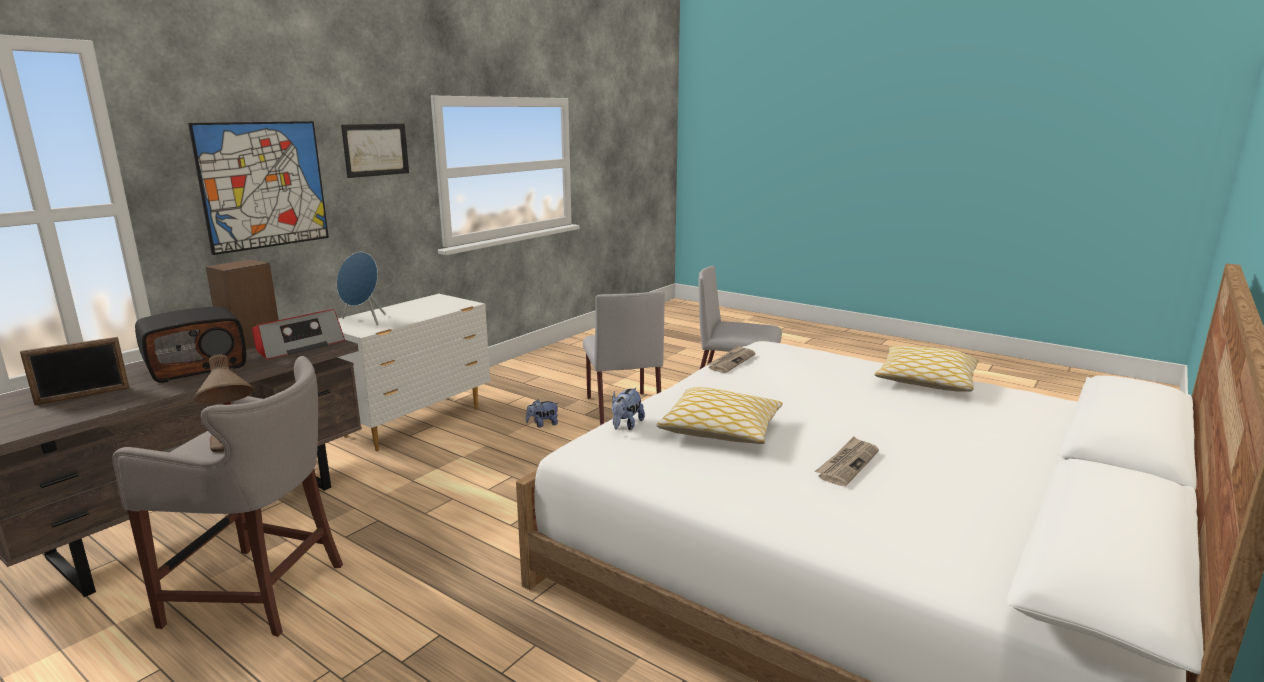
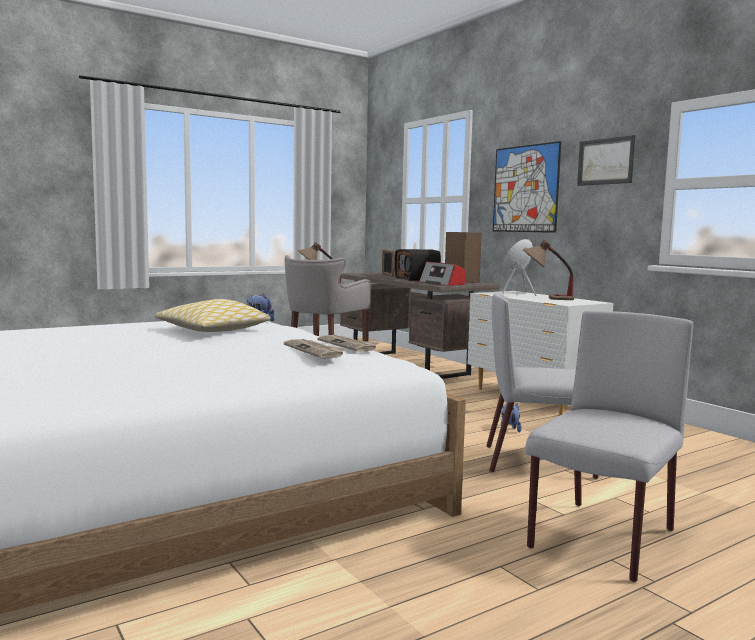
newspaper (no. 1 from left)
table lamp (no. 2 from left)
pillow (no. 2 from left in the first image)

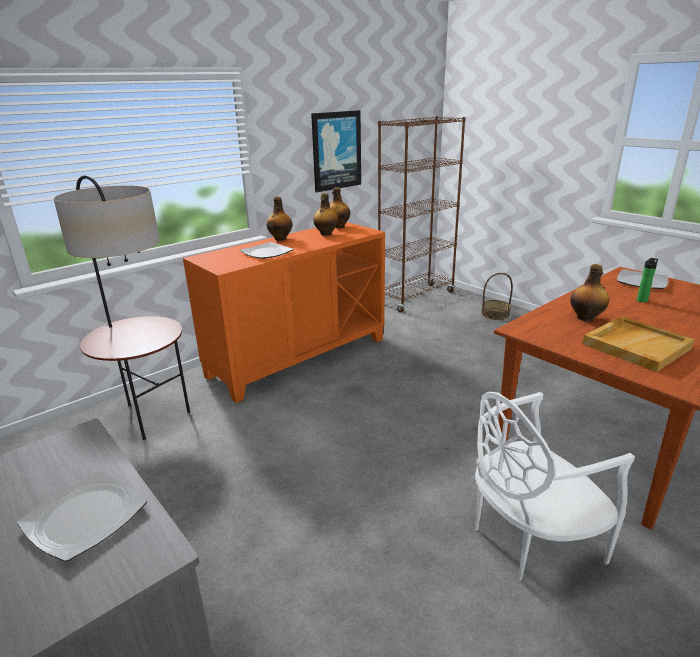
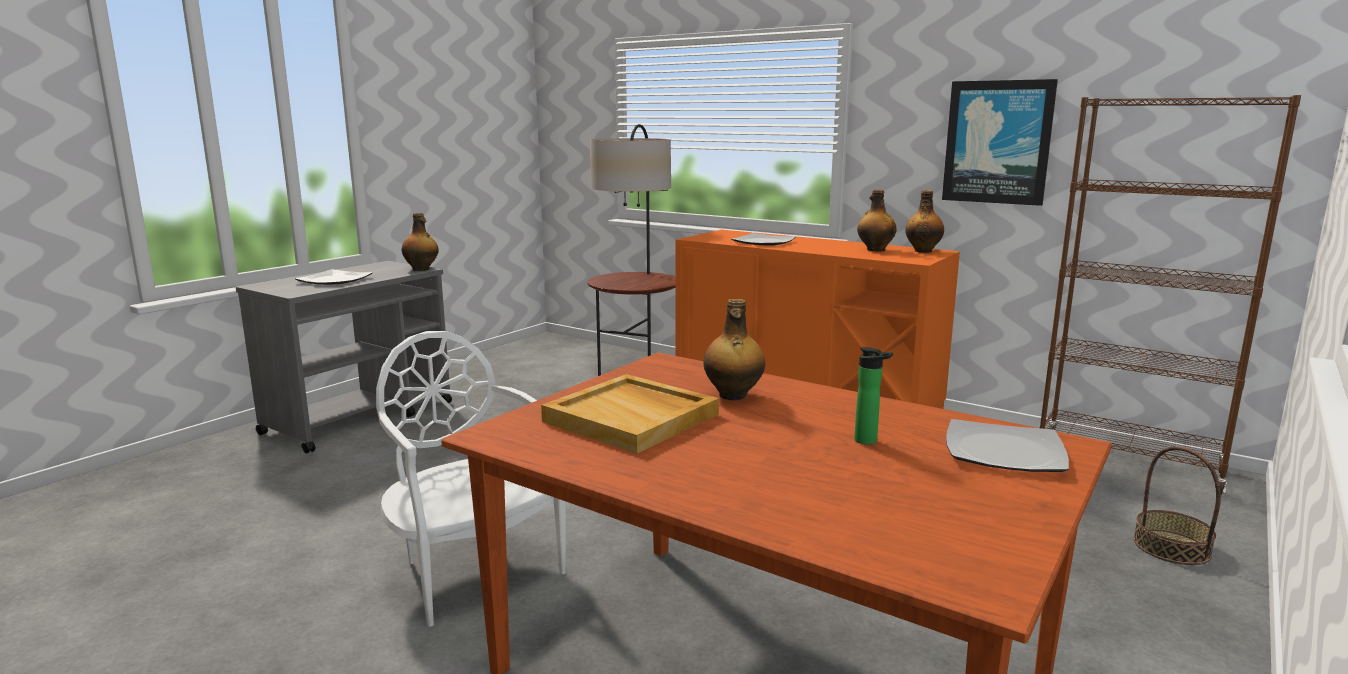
bottle (no. 1 from left)

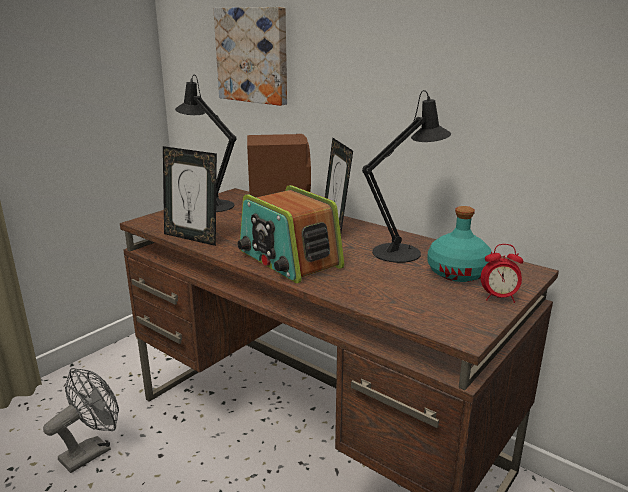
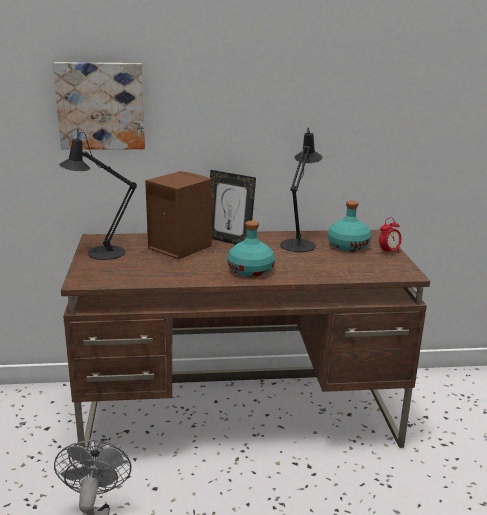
bottle (turquoise) (no. 1 from left)
picture frame (no. 1 from left in the first image)

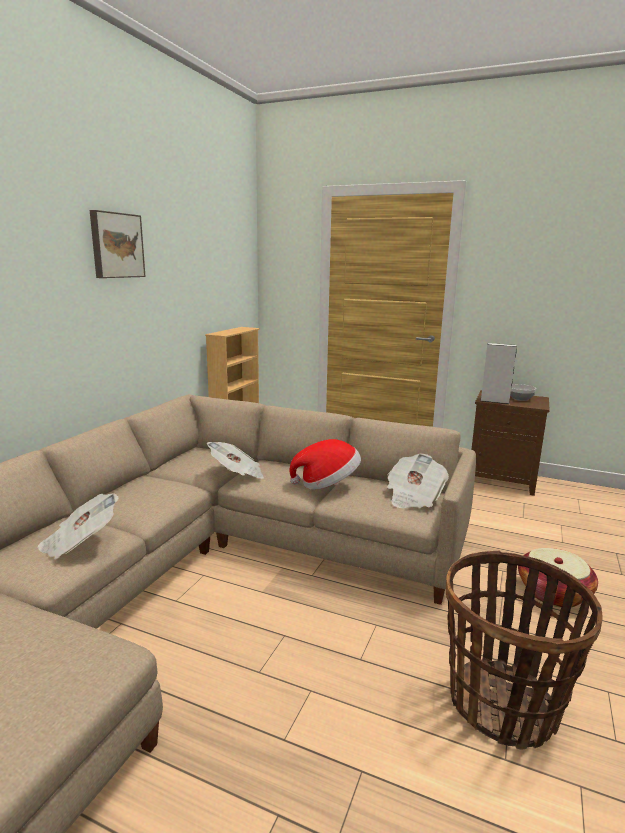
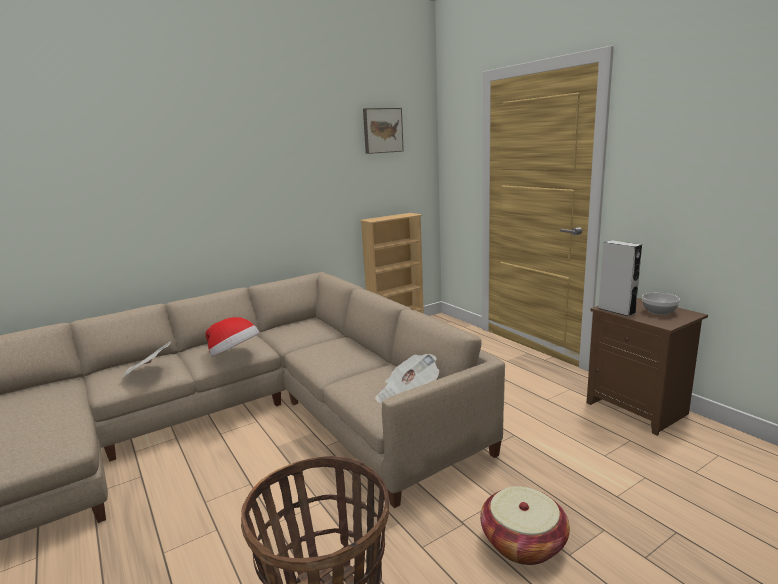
hat
picture
newspaper (no. 2 from left in the first image)

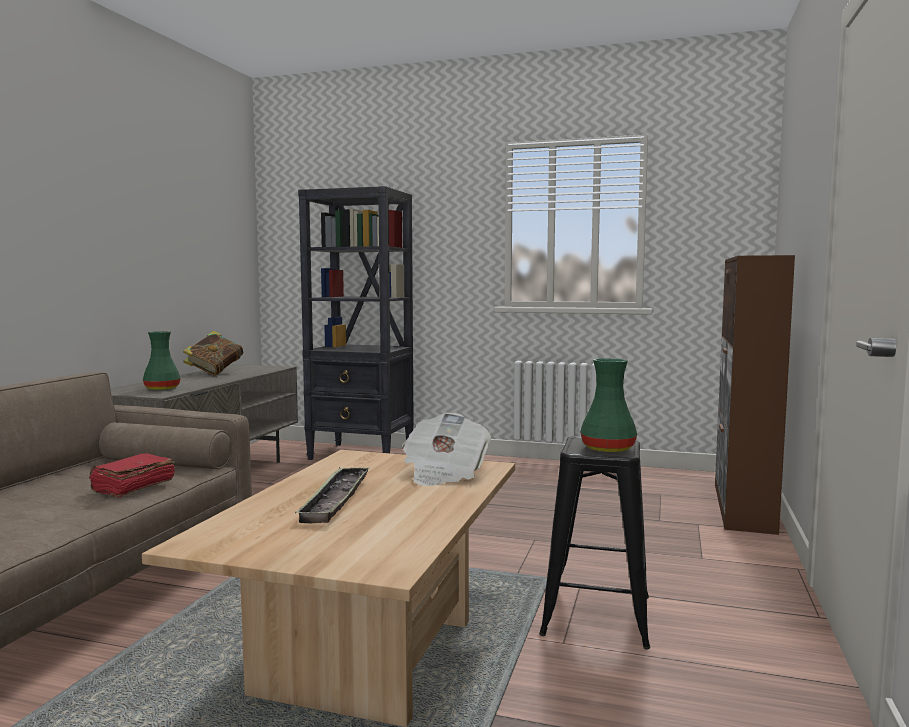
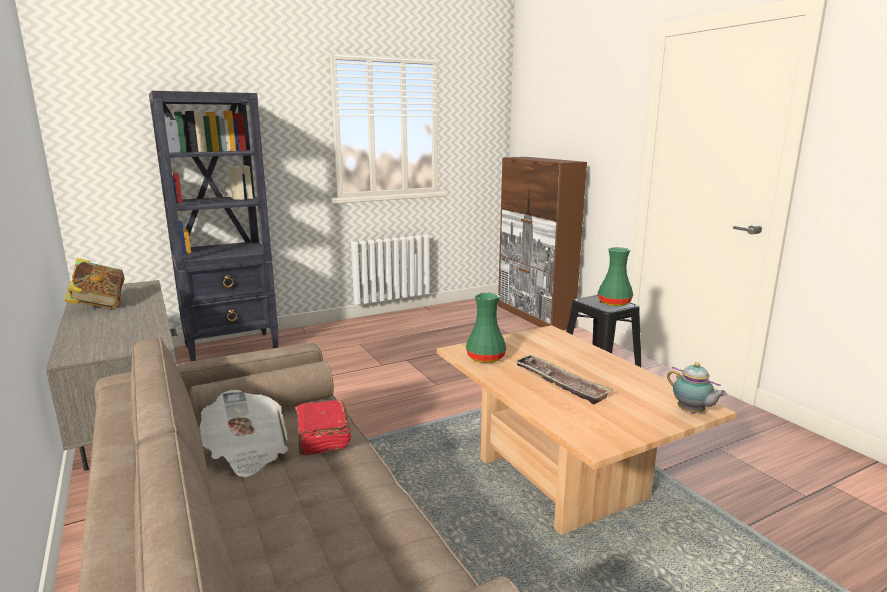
newspaper
vase (green) (no. 1 from left)
teapot

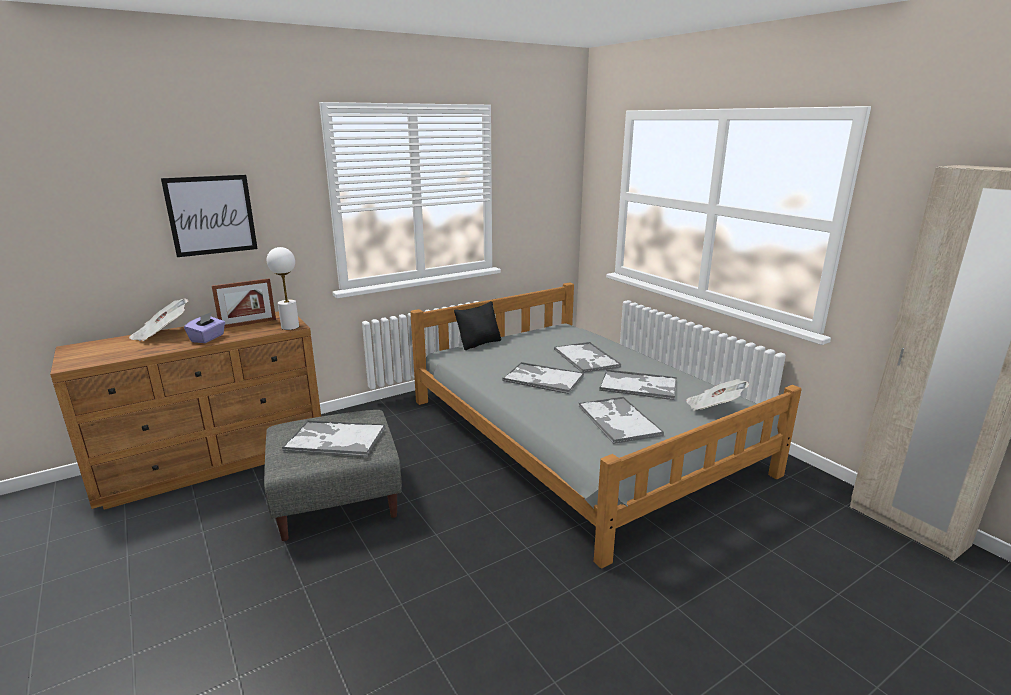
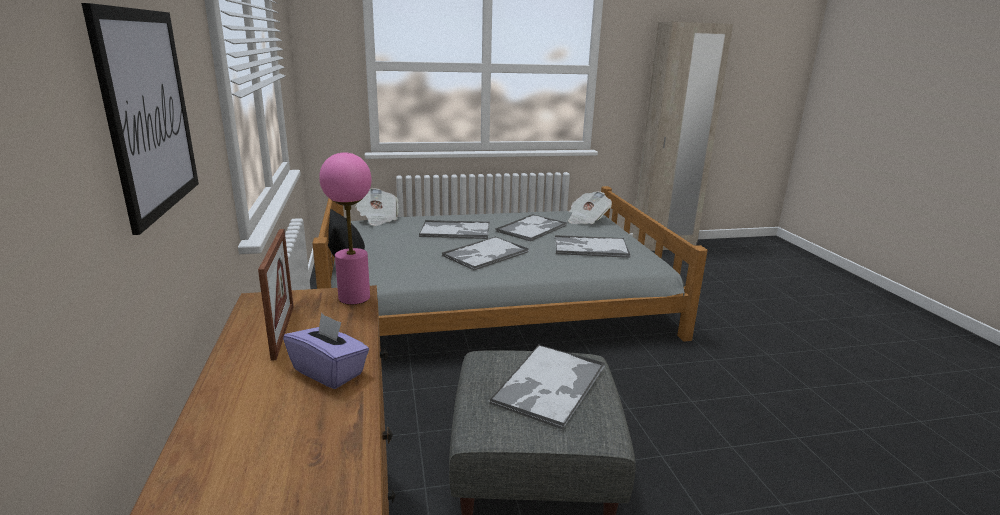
table lamp (pink)
newspaper (no. 1 from left)

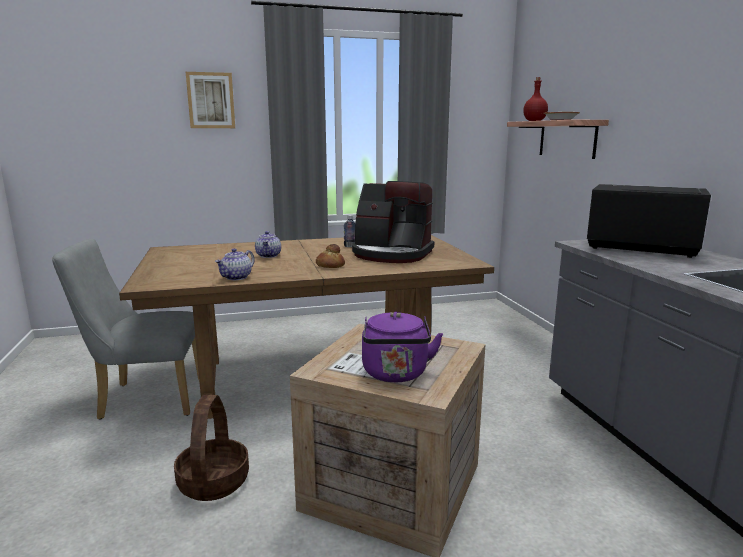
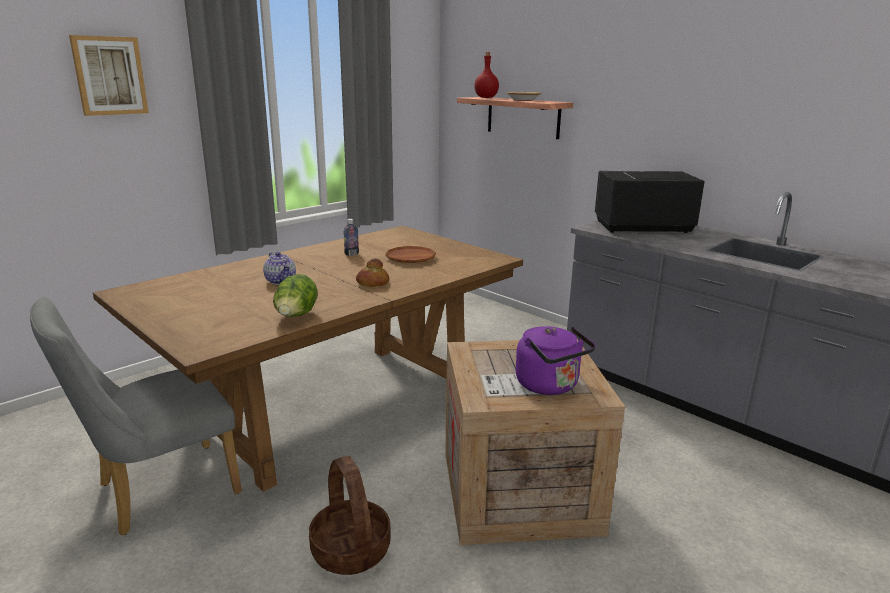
lettuce
plate (brown)

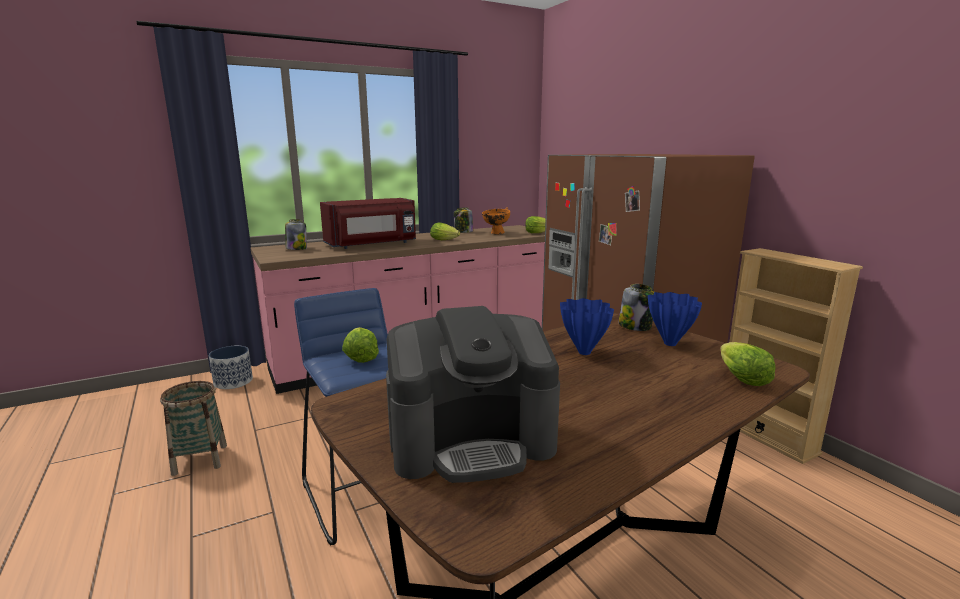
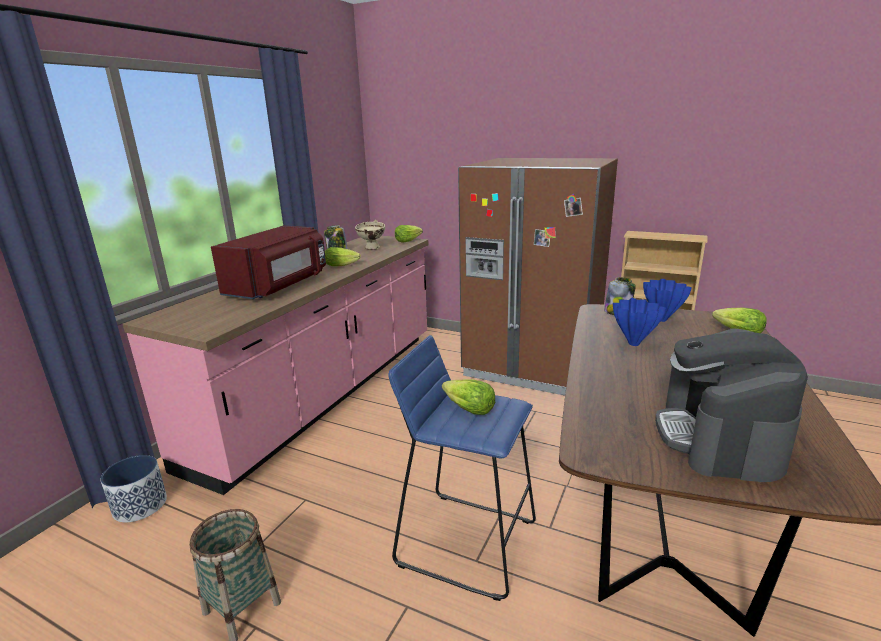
bowl (beige)
coffee machine
jar (no. 1 from left in the first image)

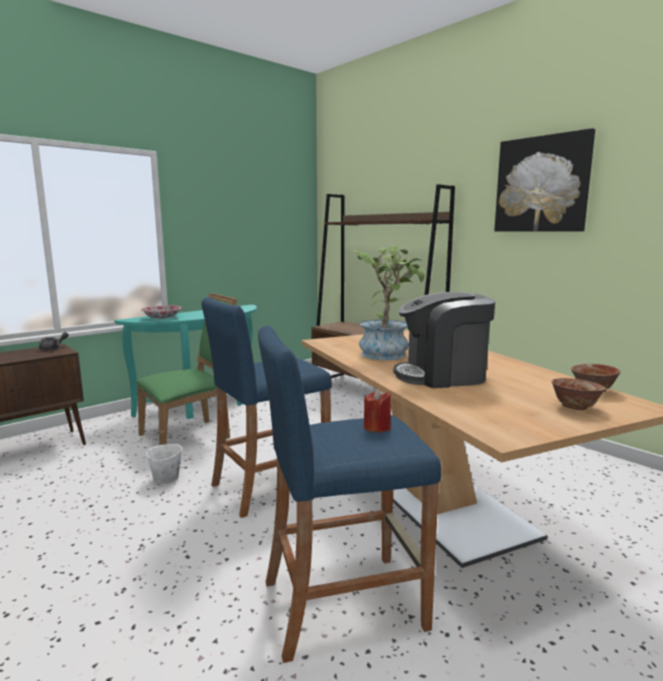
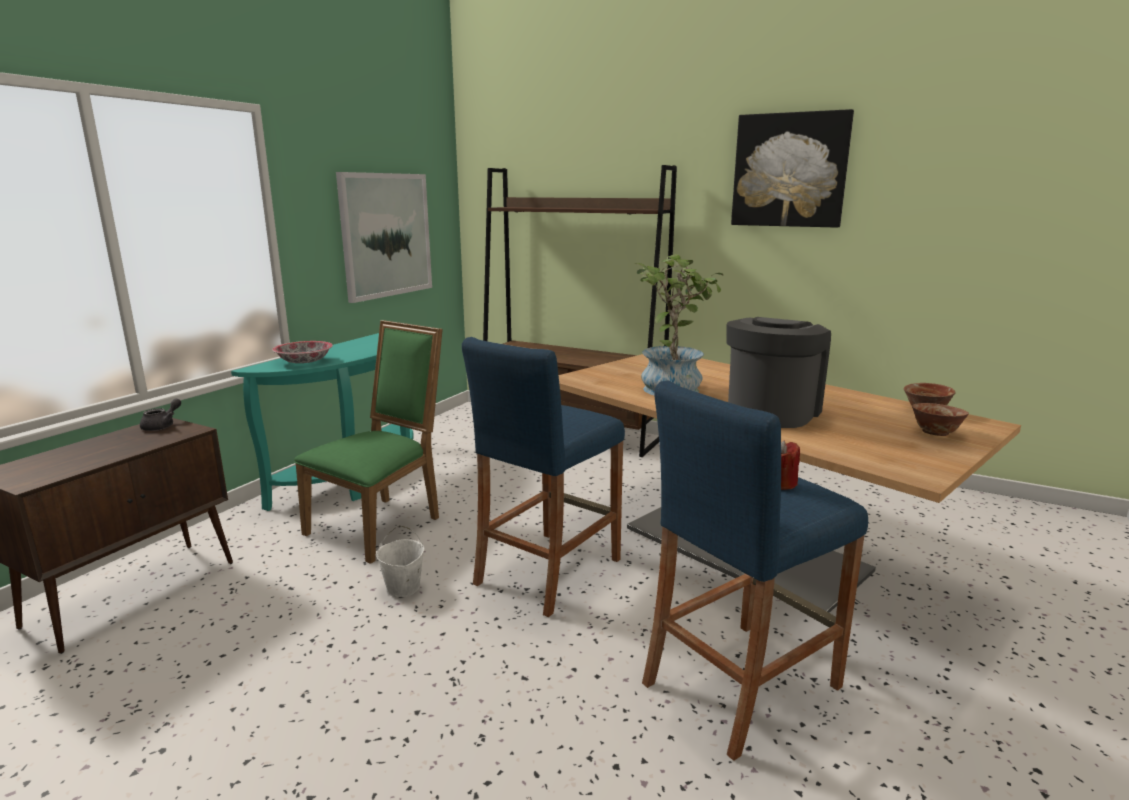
picture (no. 1 from left)
coffee machine

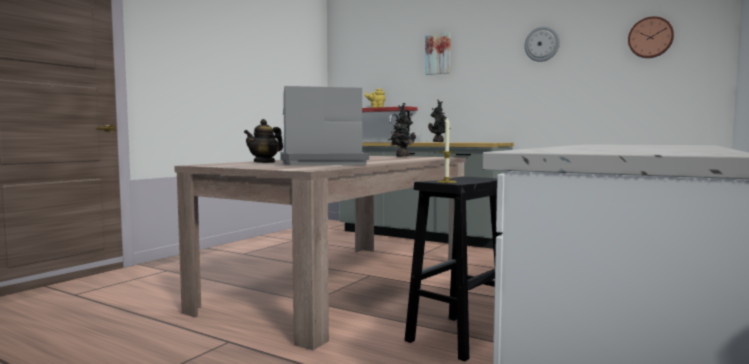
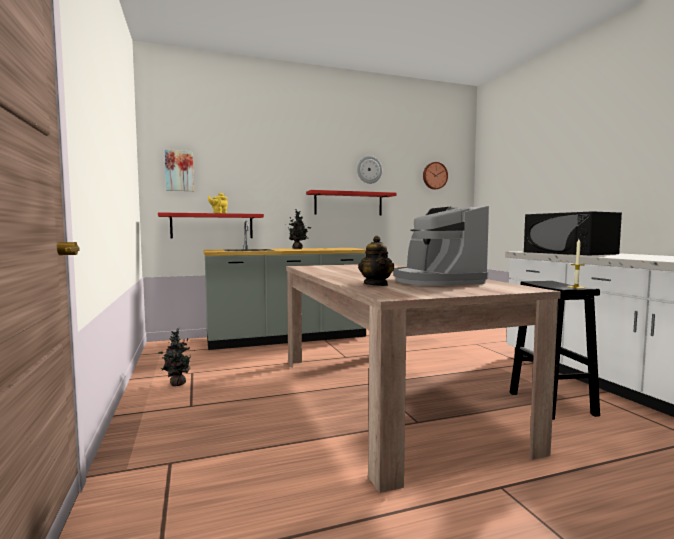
potted plant (no. 1 from left)
picture
shelf (red) (no. 2 from left)
coffee machine
microwave (black)

